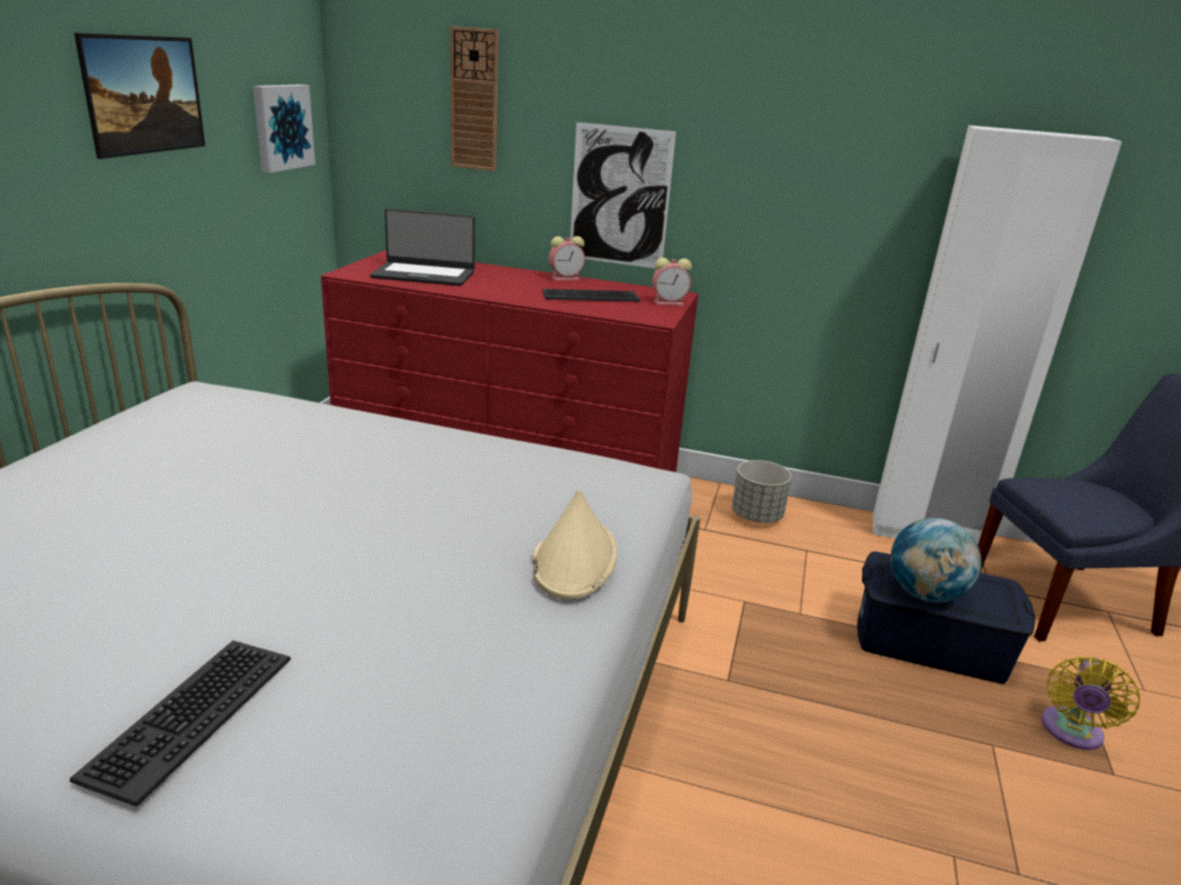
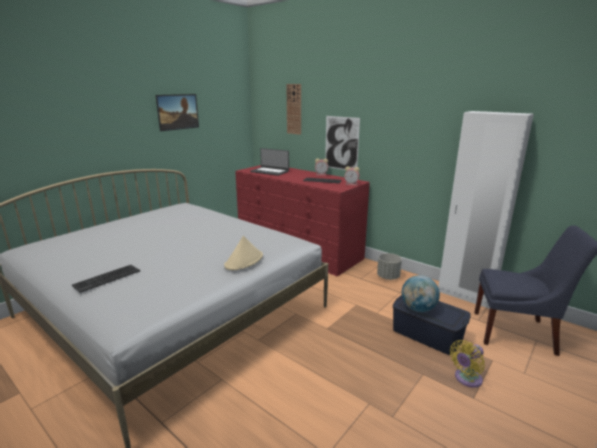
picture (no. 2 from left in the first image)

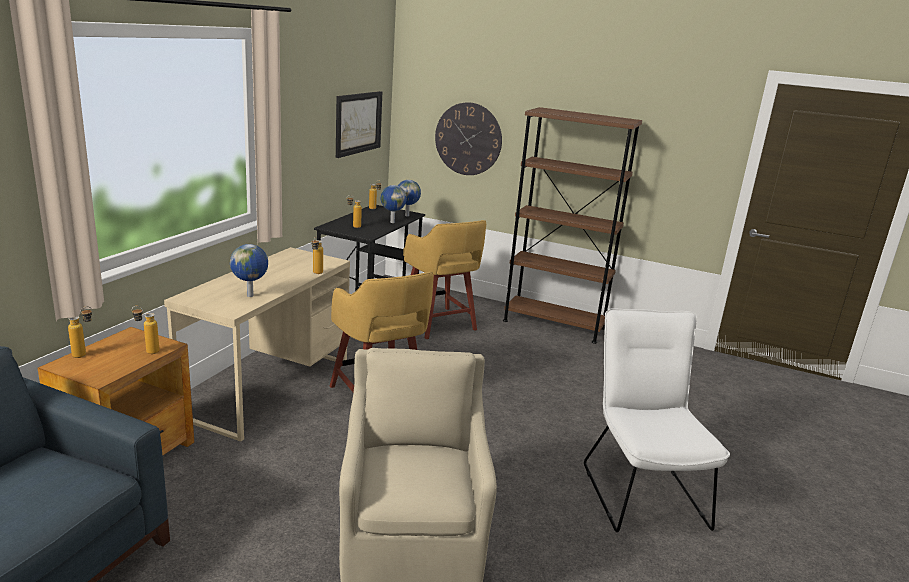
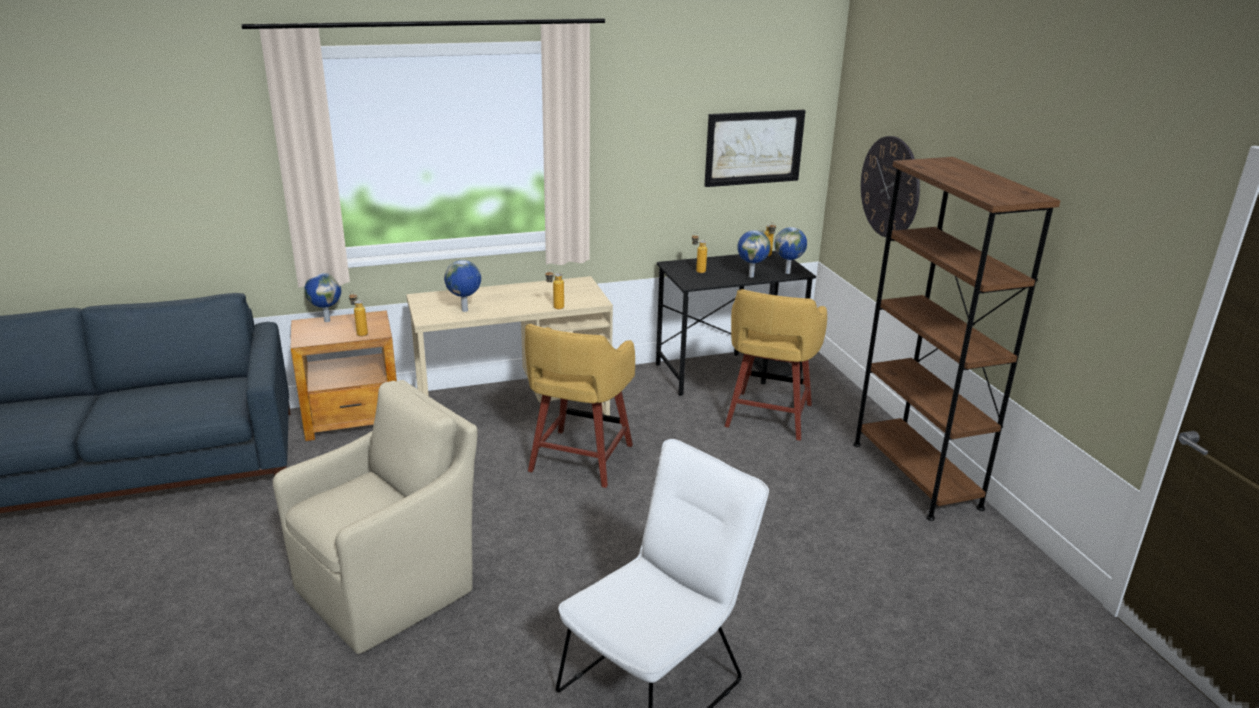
globe (no. 1 from left)

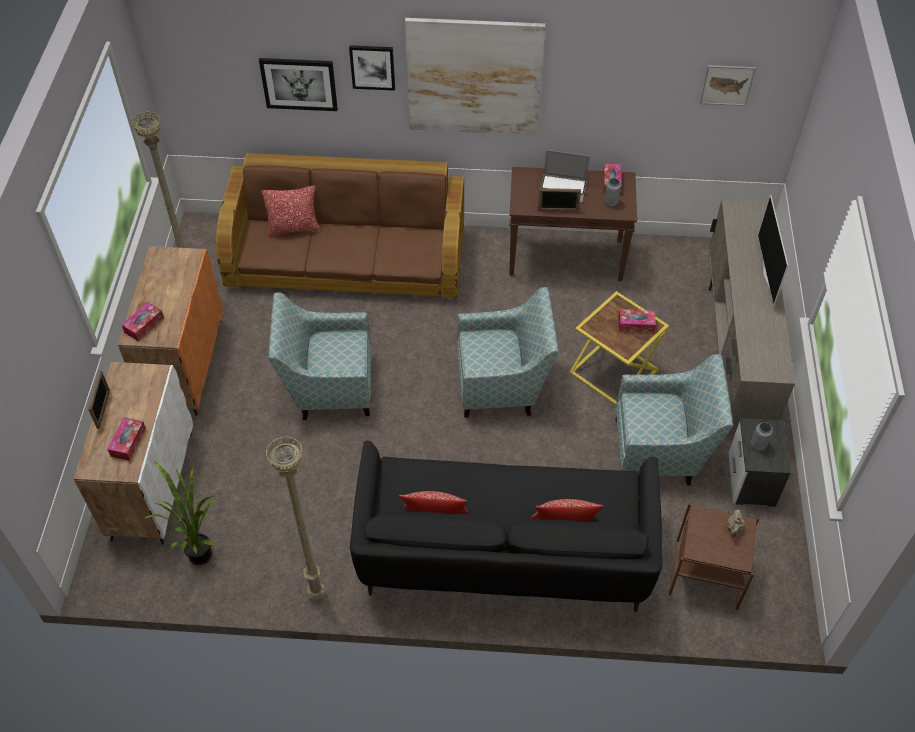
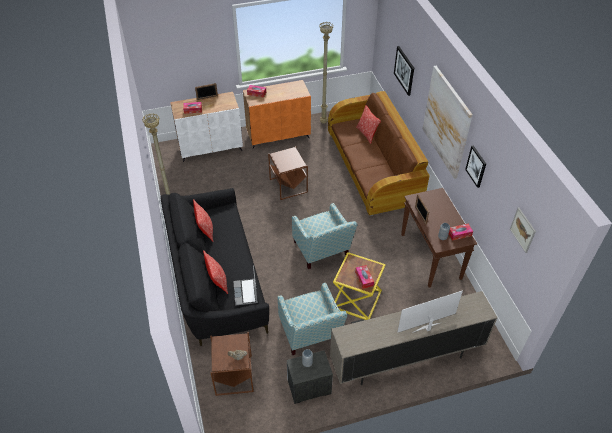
laptop
side table (brown) (no. 2 from left)
picture (no. 3 from left)
potted plant

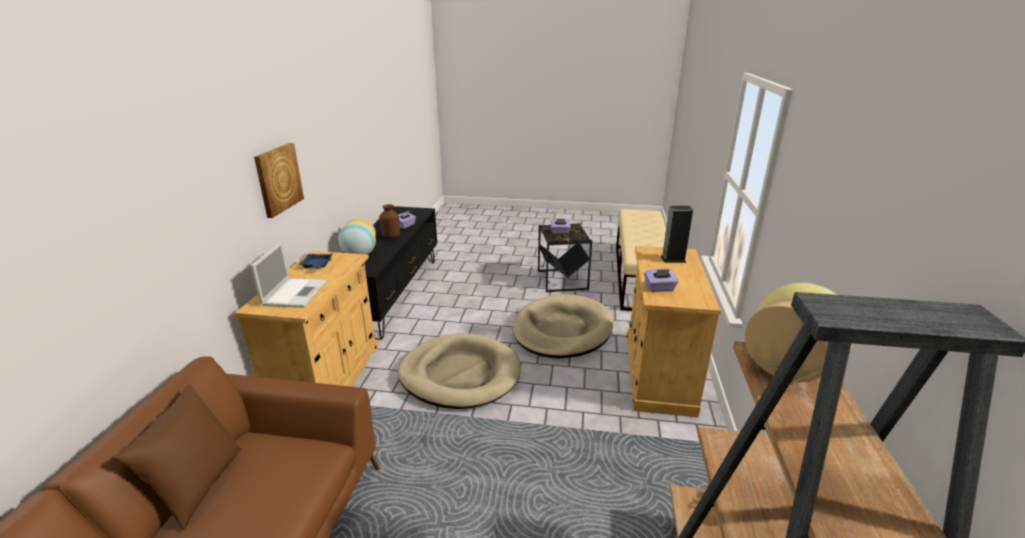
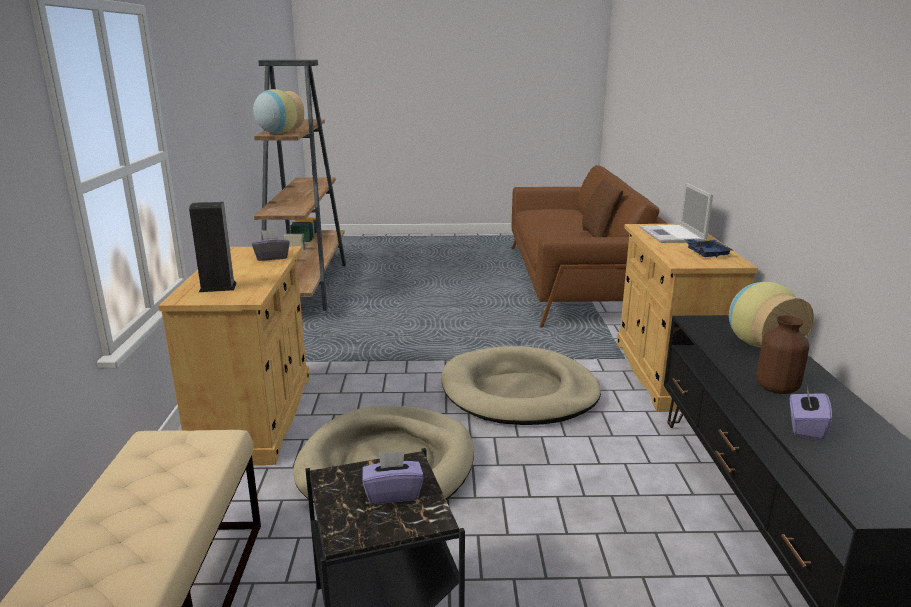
tissue box (grey)
picture

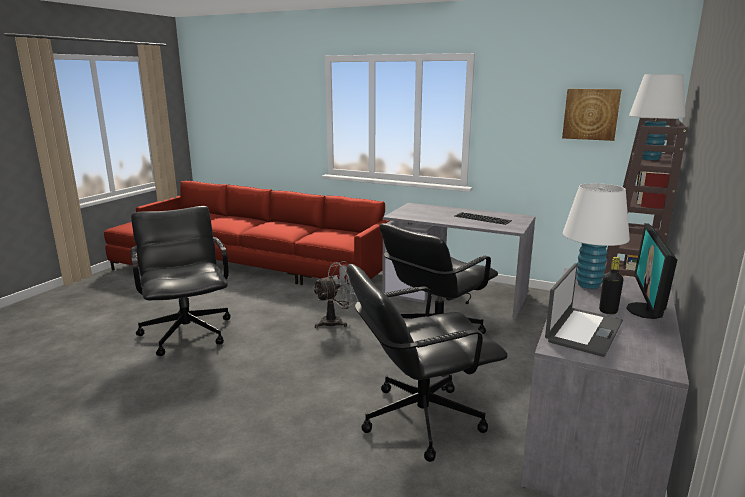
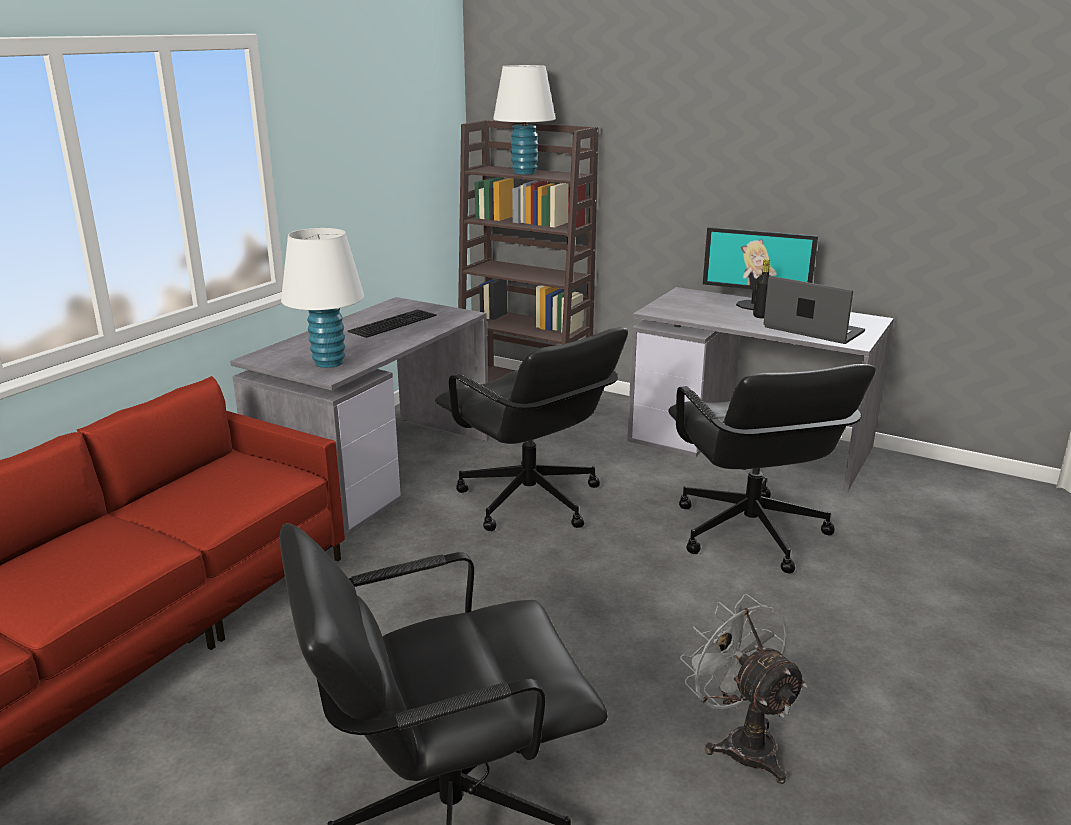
table lamp (white) (no. 1 from left)
fan (grey)
picture

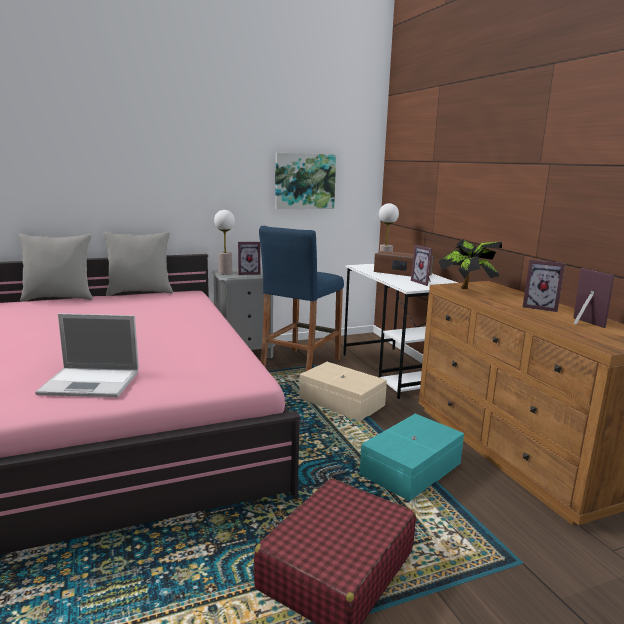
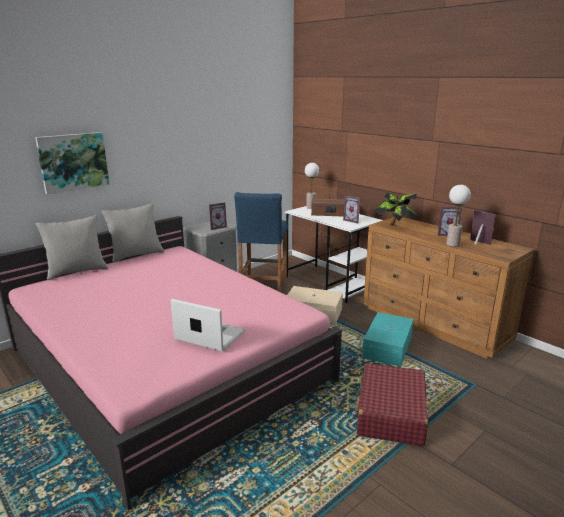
picture
laptop
table lamp (no. 2 from left)

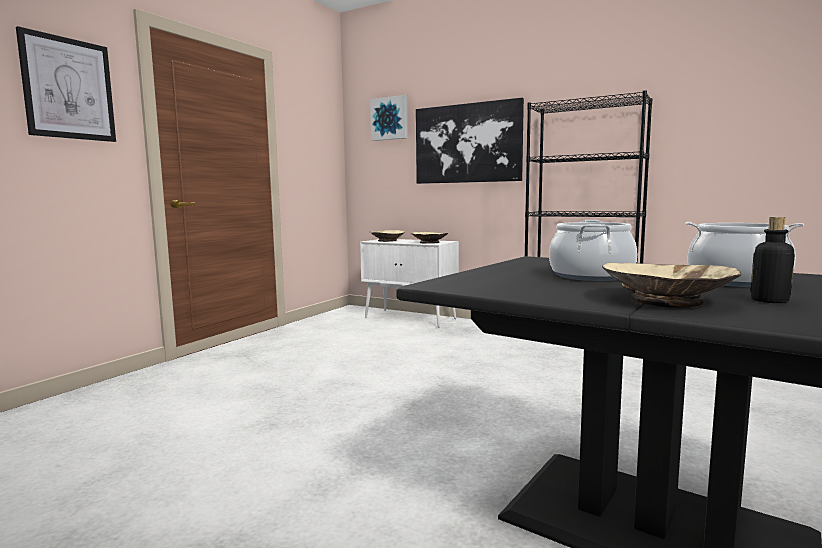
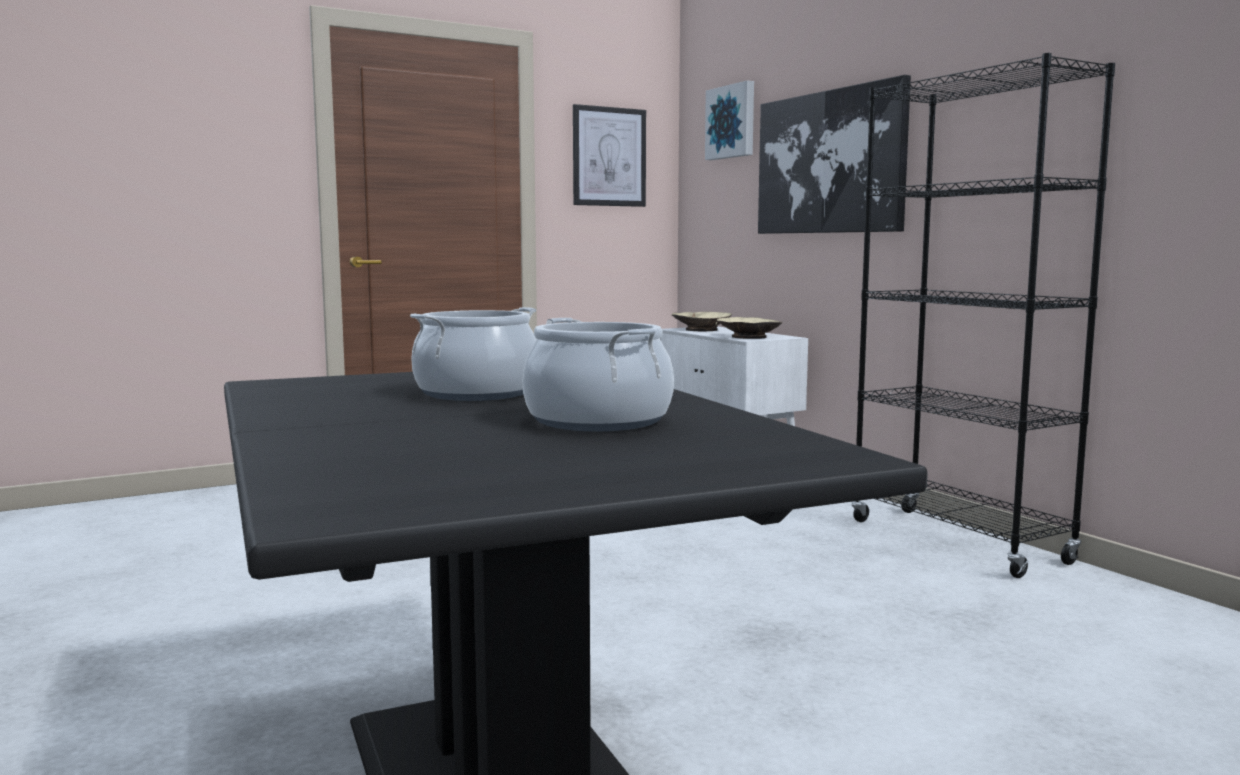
picture (no. 1 from left)
bowl (beige) (no. 3 from left in the first image)
bottle

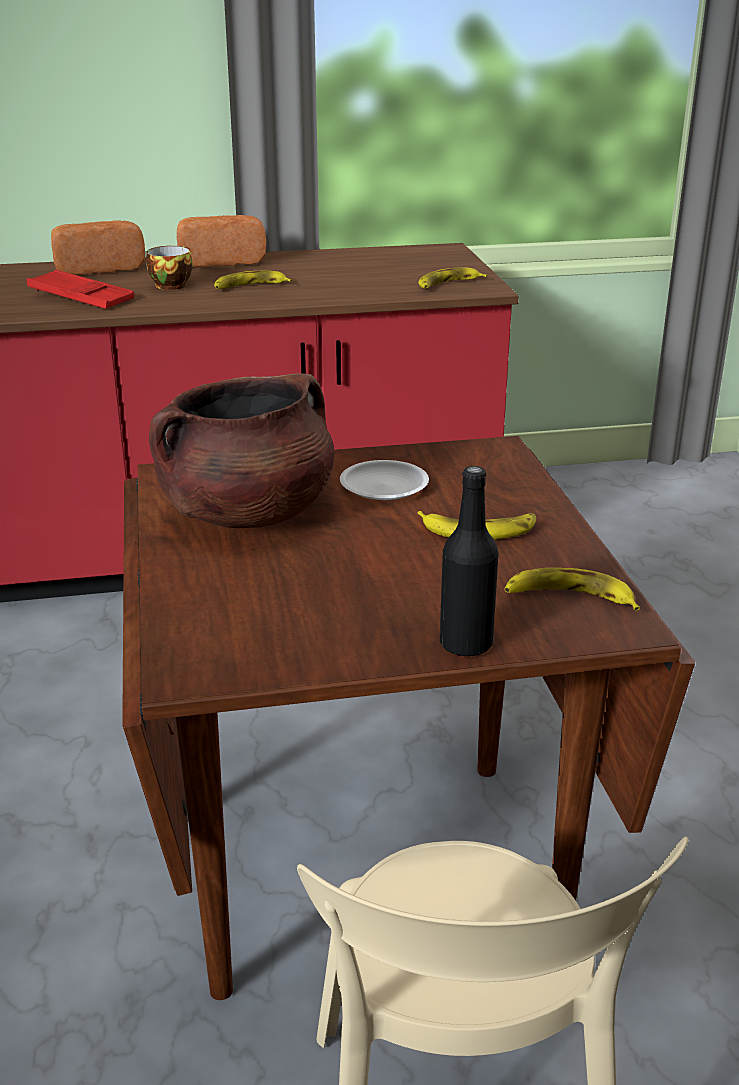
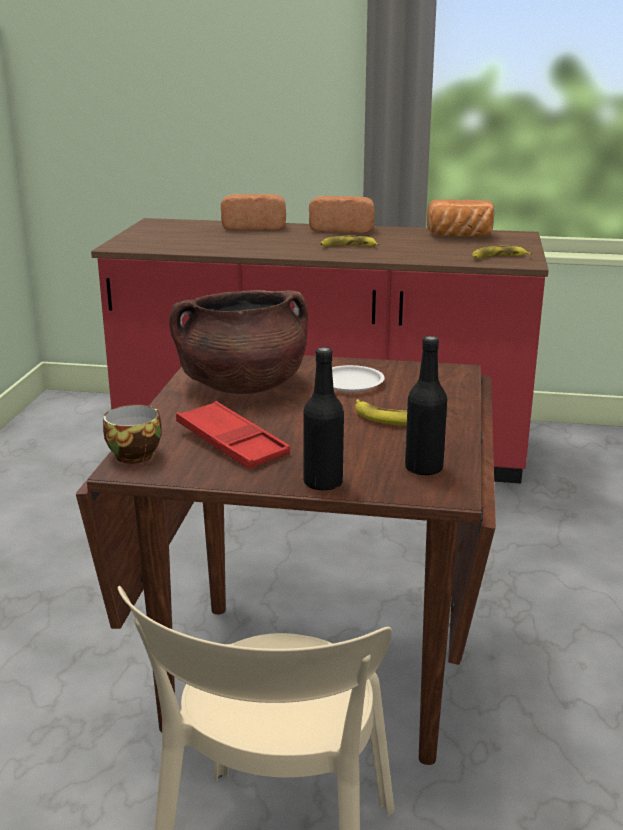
cup
tray (red)
bottle (black) (no. 2 from left)
bread (no. 3 from left)

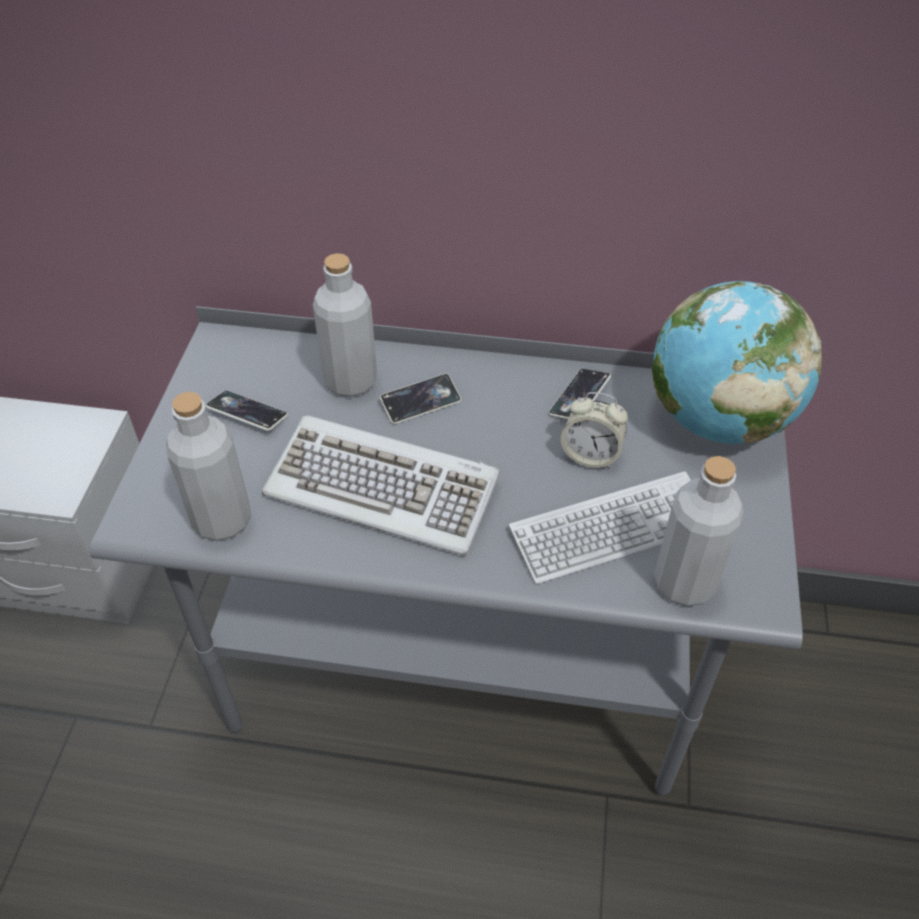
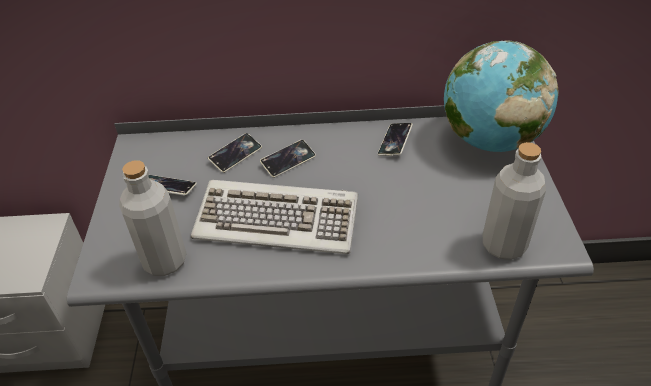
phone (no. 2 from left)
keyboard (no. 2 from left in the first image)
alarm clock

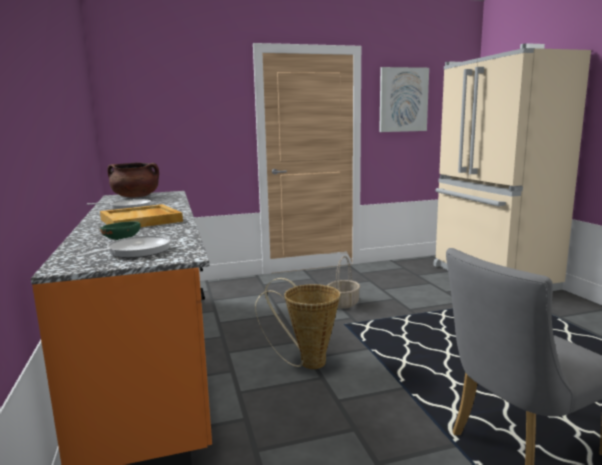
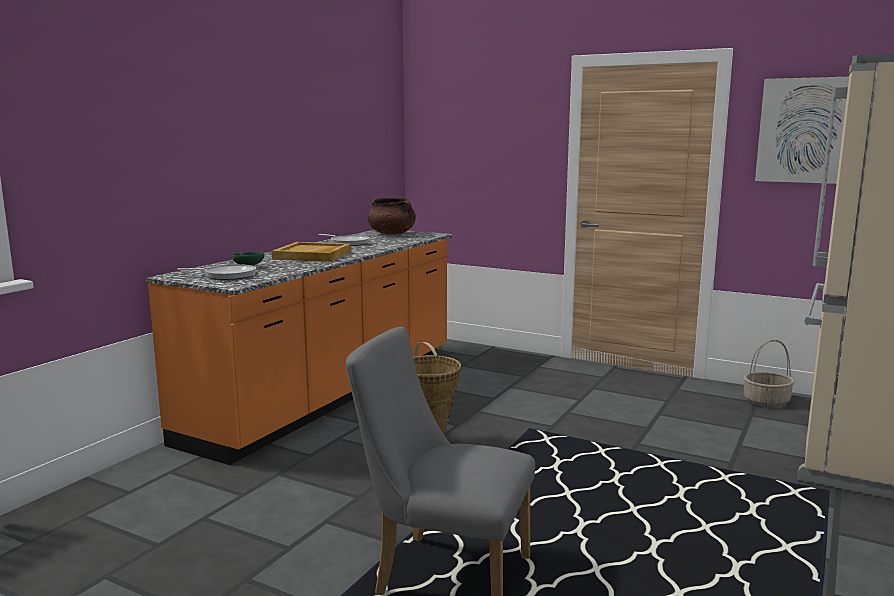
basket (no. 2 from left)

